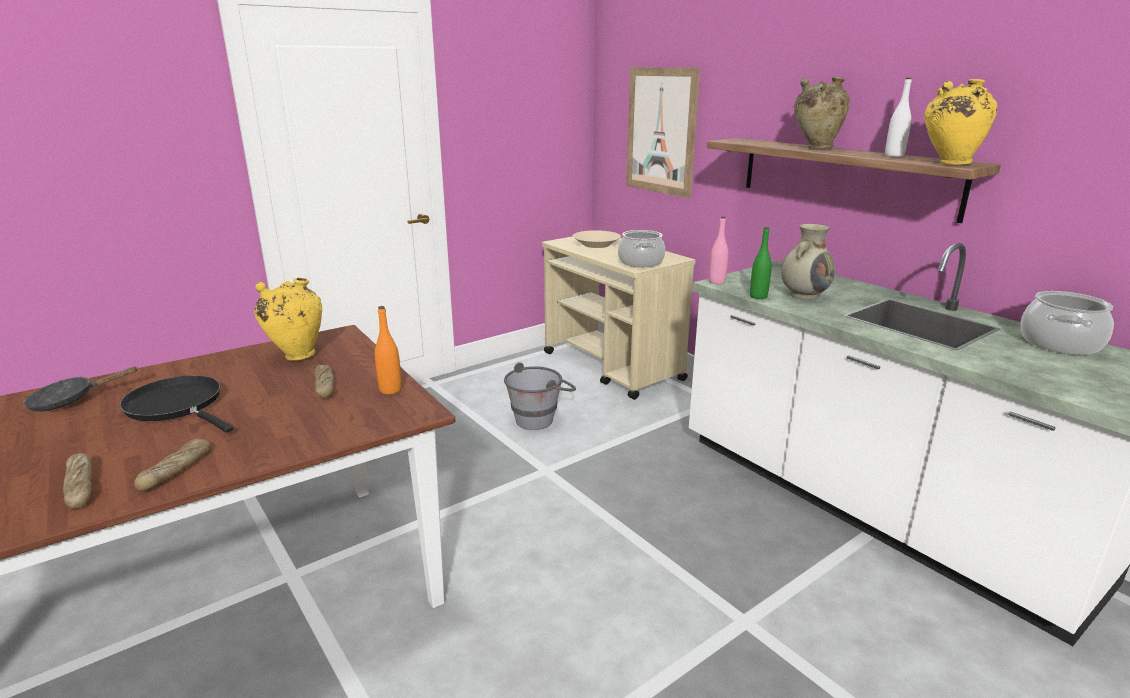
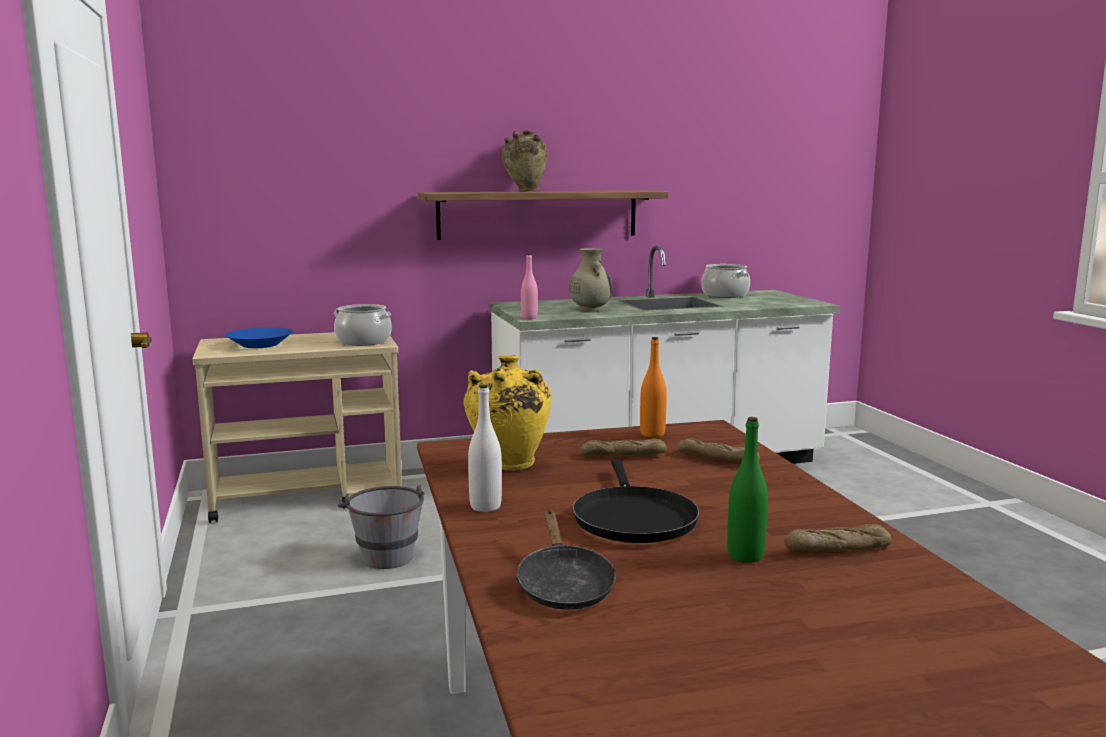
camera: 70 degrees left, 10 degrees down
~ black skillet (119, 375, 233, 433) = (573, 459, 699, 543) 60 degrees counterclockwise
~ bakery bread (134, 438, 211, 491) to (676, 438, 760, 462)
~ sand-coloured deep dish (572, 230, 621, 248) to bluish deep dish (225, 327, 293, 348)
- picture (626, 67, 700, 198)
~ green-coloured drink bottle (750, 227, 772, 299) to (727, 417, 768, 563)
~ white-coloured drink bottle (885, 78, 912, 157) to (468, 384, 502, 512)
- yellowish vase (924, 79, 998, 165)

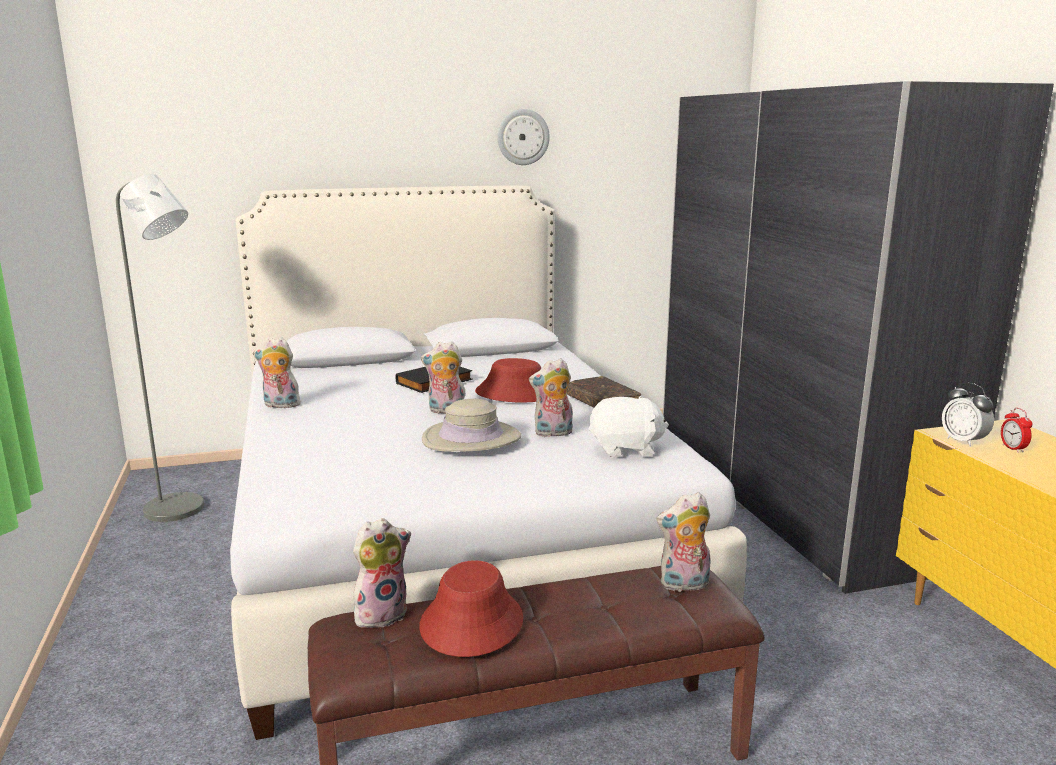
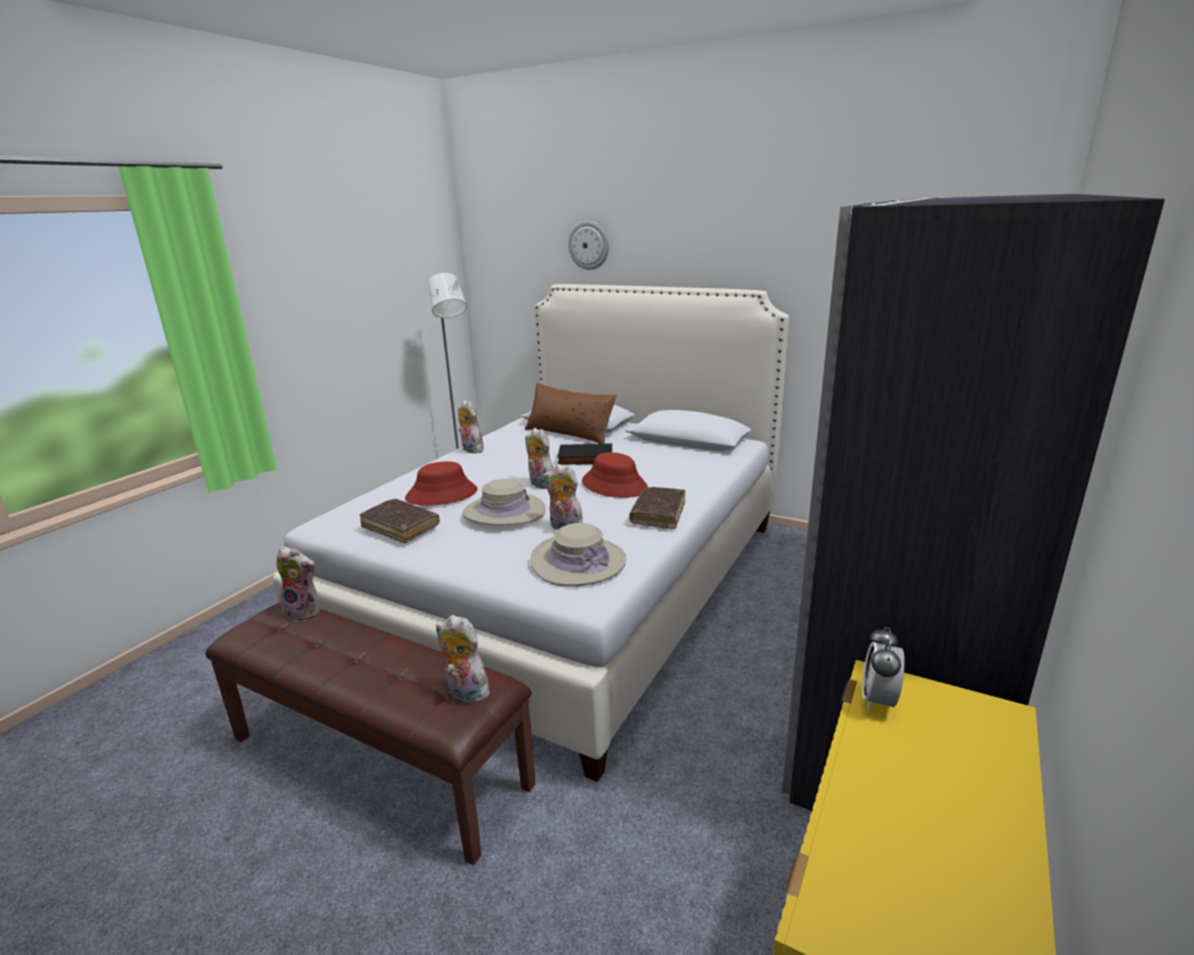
camera: 45 degrees right, 5 degrees up
~ red-coloured wearable hat (419, 560, 523, 657) to (405, 461, 478, 506)
~ hanging clock (498, 109, 550, 165) to (568, 221, 609, 270)
~ white-coloured soft toy (589, 396, 669, 458) to sand-coloured wearable hat (530, 523, 626, 587)
- table clock (1001, 408, 1033, 453)
+ brown-coloured volume (360, 499, 440, 543)
+ brown-coloured pillow (525, 383, 617, 444)

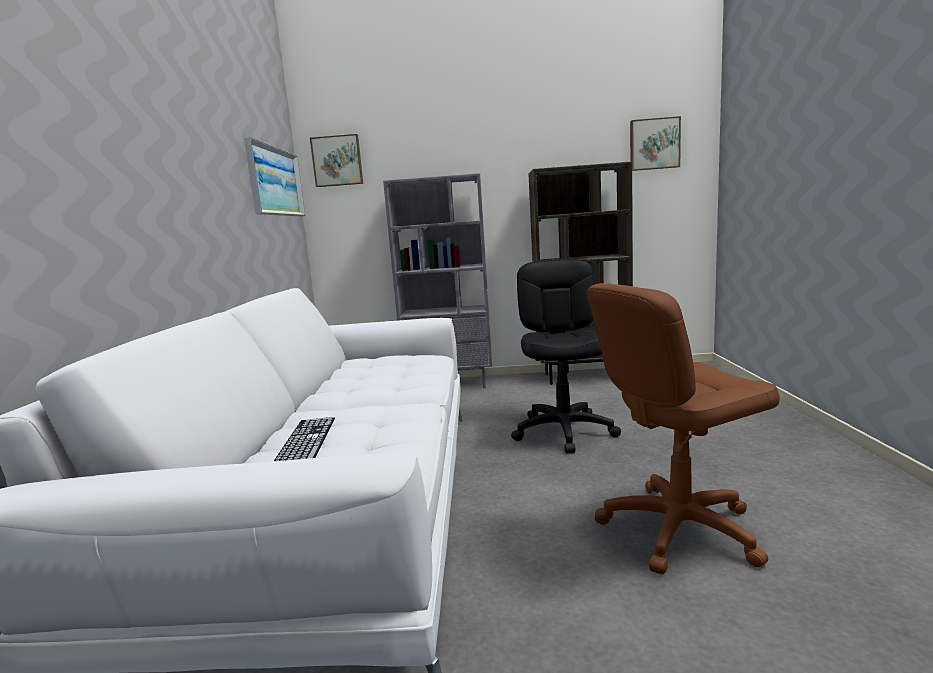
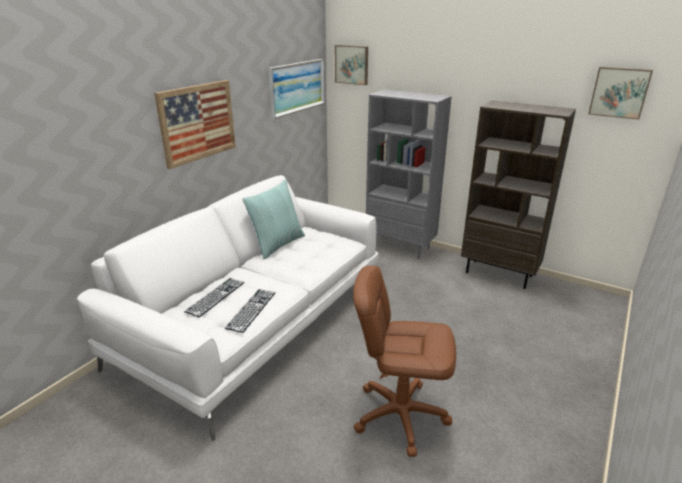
camera: 30 degrees right, 15 degrees up
- black office chair (511, 259, 621, 453)
+ picture (154, 80, 236, 169)
+ computer keyboard (225, 289, 276, 333)
+ pillow (242, 180, 305, 259)

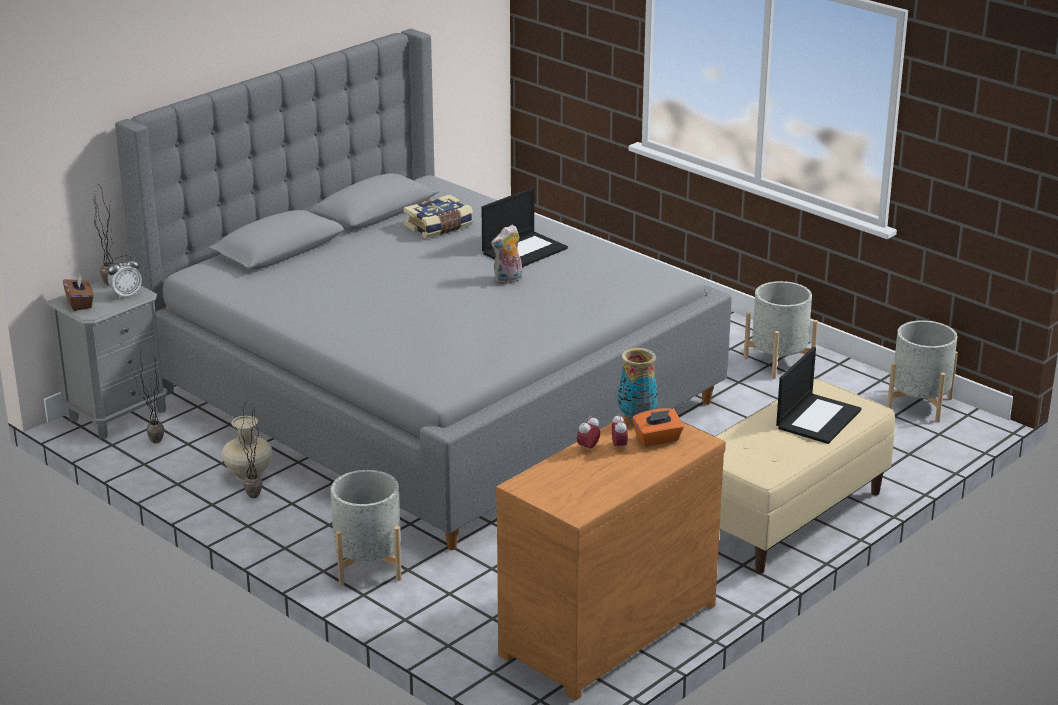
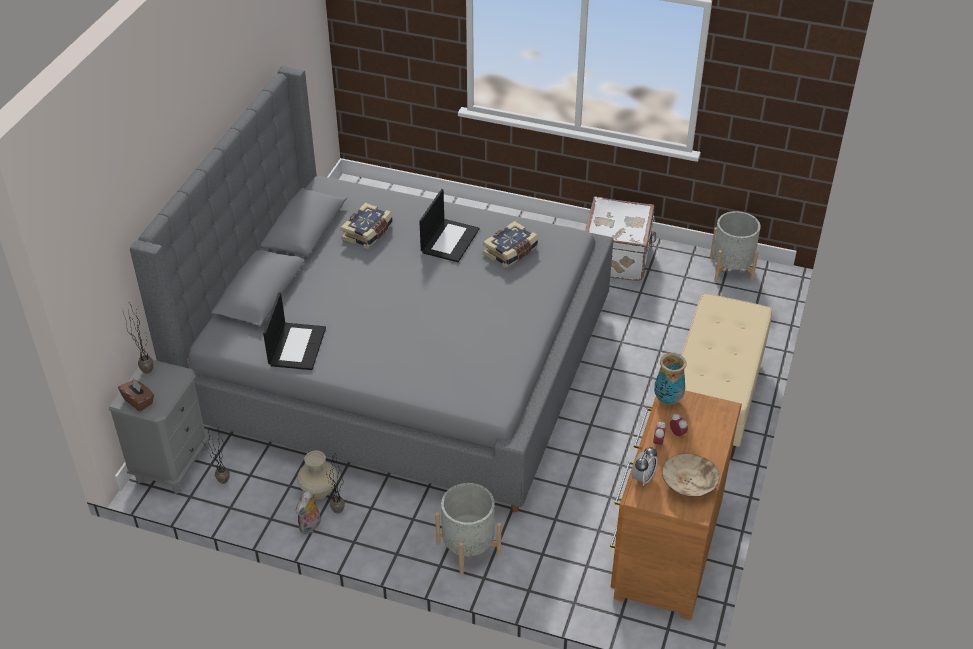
camera: 25 degrees left, 15 degrees up
~ table clock (107, 255, 142, 299) to (632, 447, 658, 486)
~ soft toy (491, 225, 522, 284) to (296, 490, 321, 534)
- orange tissue box (632, 408, 684, 447)
~ gray plant pot (744, 281, 818, 379) to white-coloured piece of luggage (585, 197, 656, 281)
~ laptop (776, 347, 862, 444) to (263, 292, 326, 370)
+ volume (483, 221, 539, 268)
+ sand-coloured deep dish (662, 454, 720, 497)

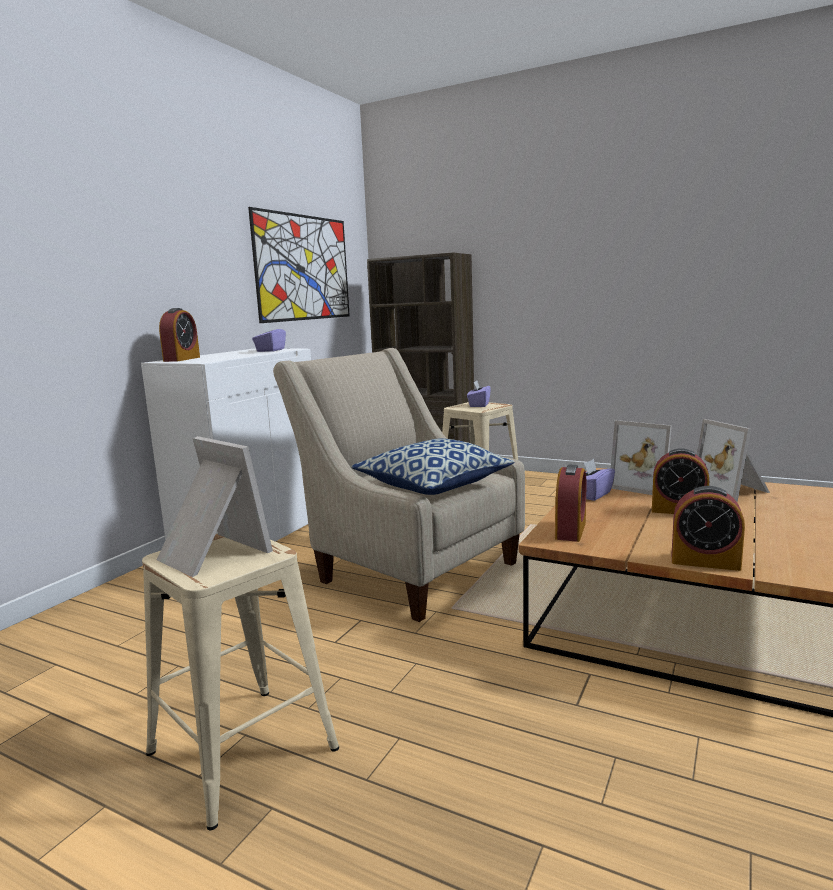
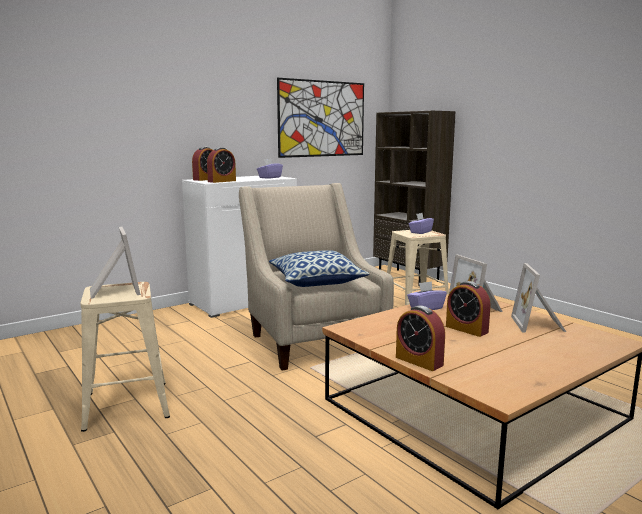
camera: 25 degrees right, 0 degrees up
~ table clock (555, 464, 586, 542) to (207, 147, 236, 183)

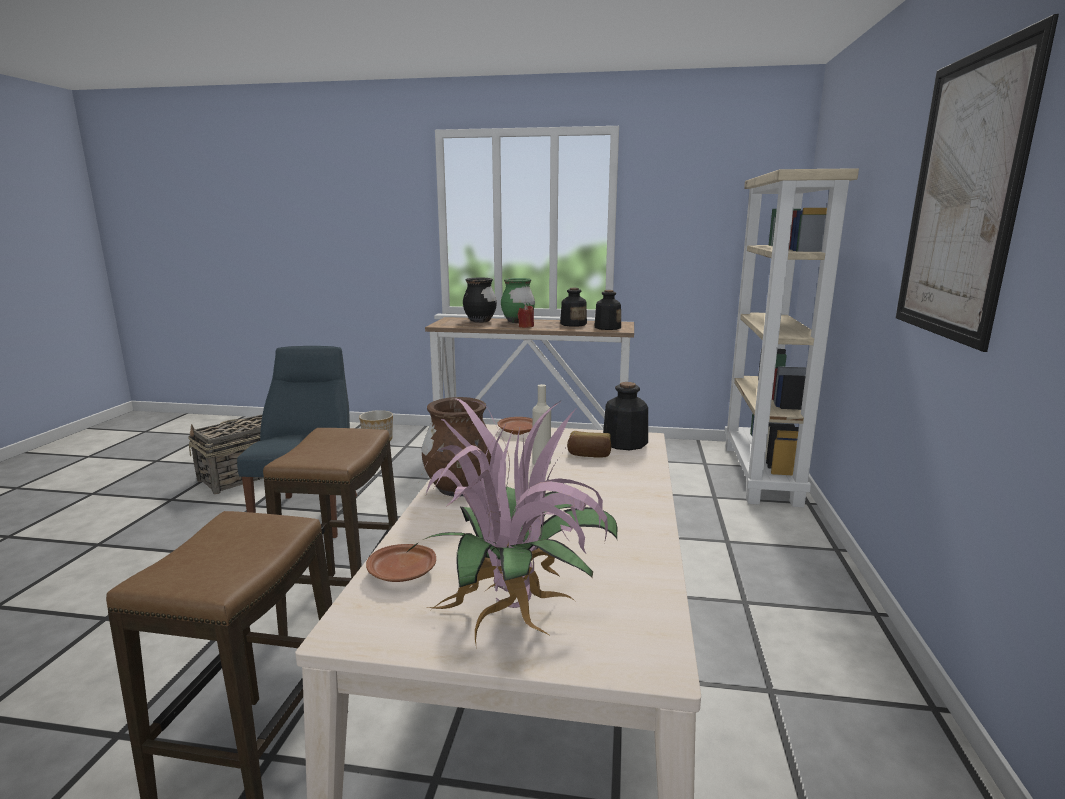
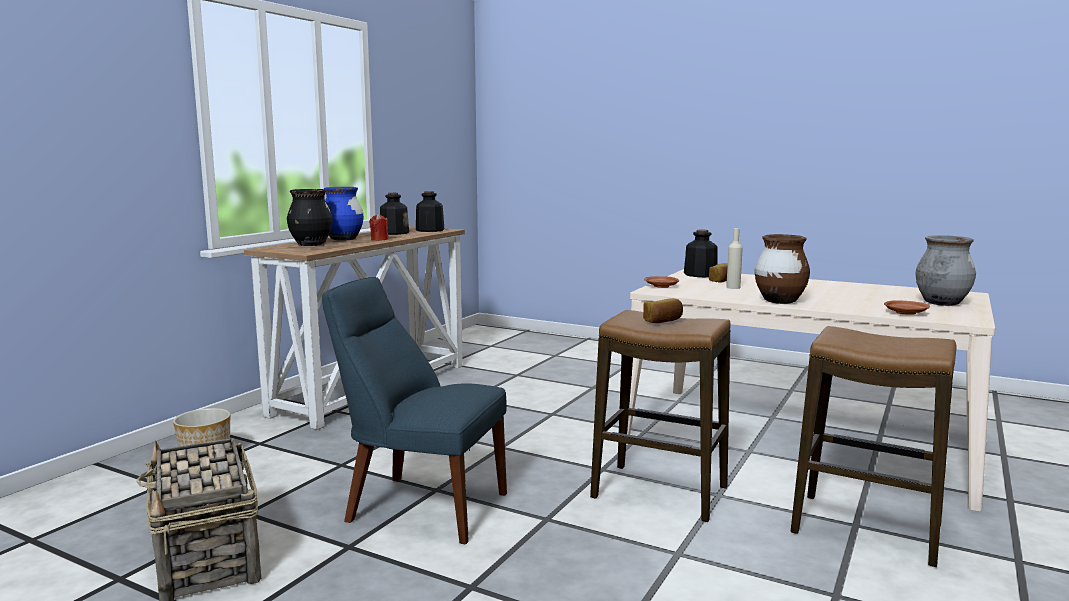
camera: 70 degrees left, 5 degrees down
~ potted plant (405, 399, 617, 644) to gray vase (915, 235, 976, 306)
~ green-coloured vase (501, 278, 535, 323) to bluish vase (324, 187, 364, 241)
- sand-coloured shelving unit (724, 168, 859, 507)
- picture (896, 14, 1059, 352)
+ bakery bread (643, 298, 683, 323)

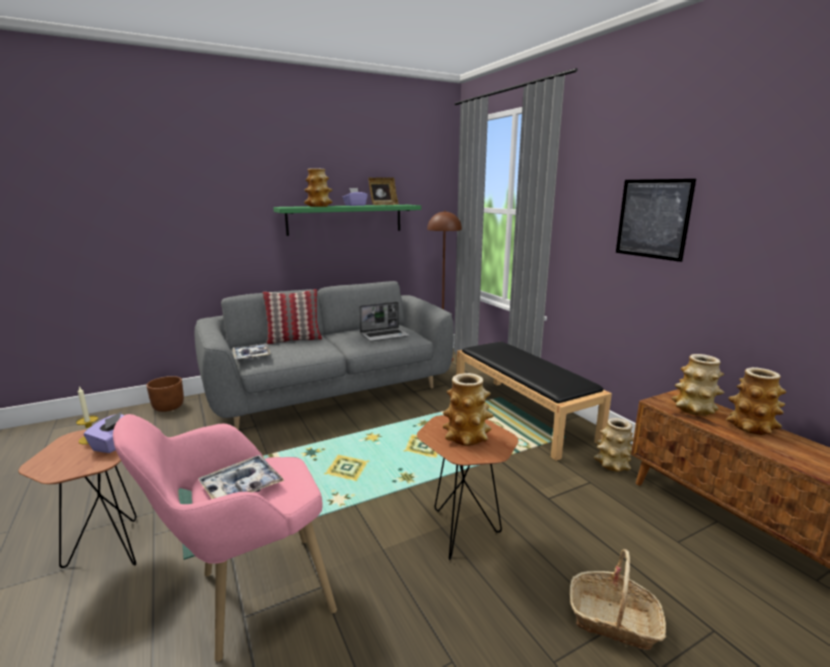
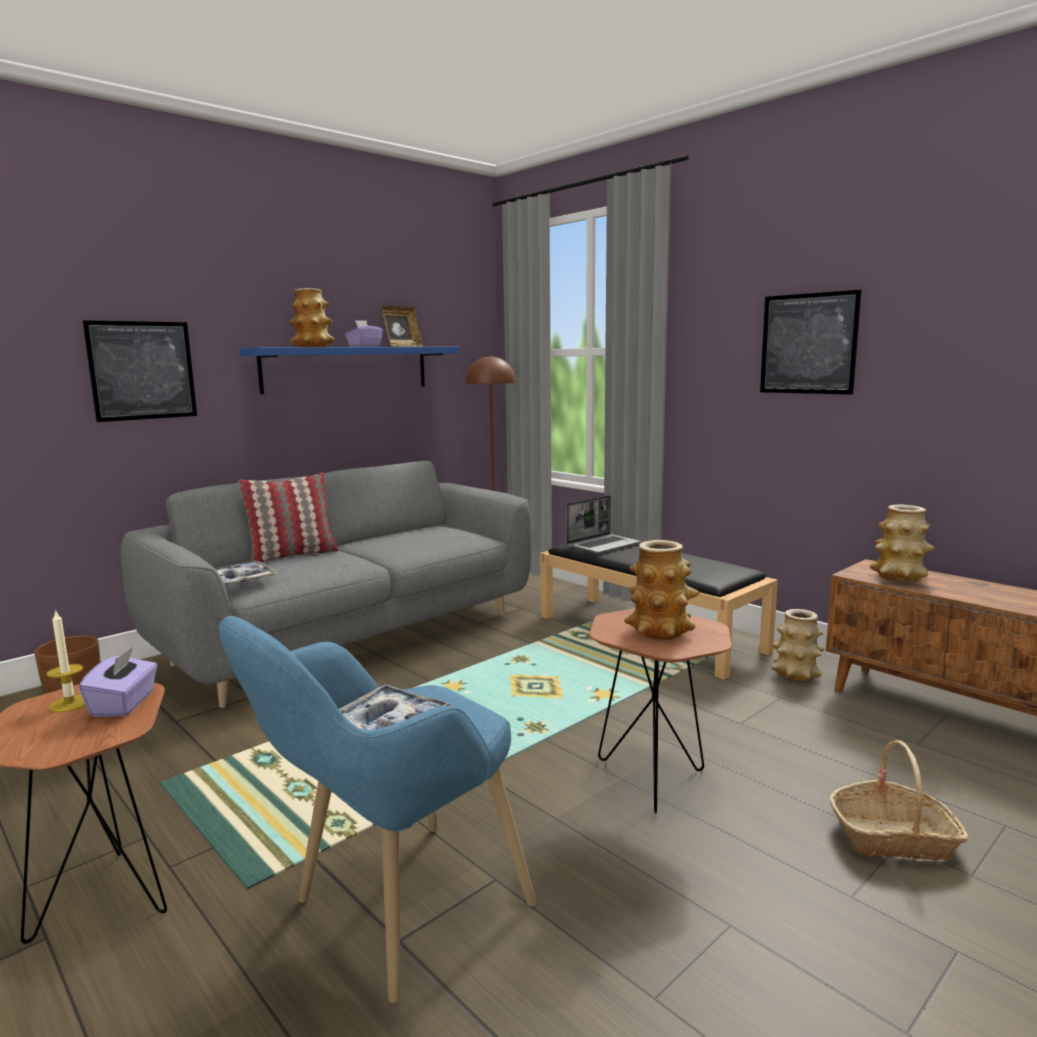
camera: 15 degrees left, 5 degrees down
~ pinkish lounge chair (113, 414, 337, 662) to bluish lounge chair (219, 616, 537, 1003)
~ green-coloured bracket shelf (273, 205, 421, 236) to bluish bracket shelf (239, 347, 460, 394)
~ laptop (359, 302, 410, 342) to (566, 495, 641, 554)
- vase (726, 367, 786, 435)
+ picture (83, 320, 197, 422)

